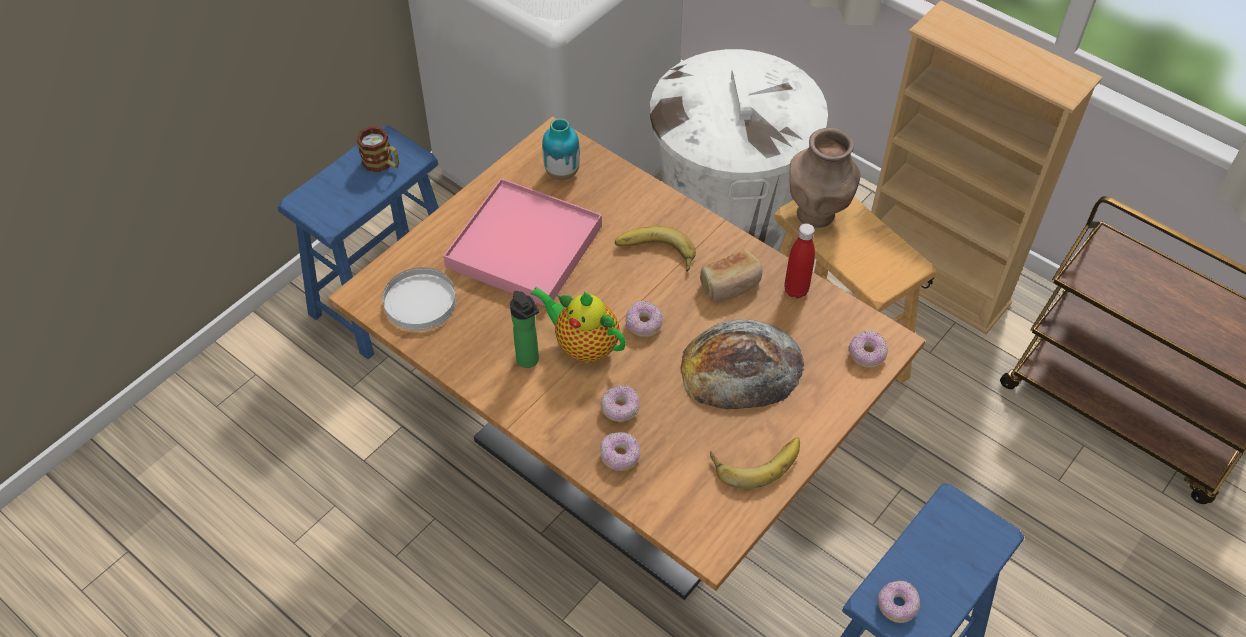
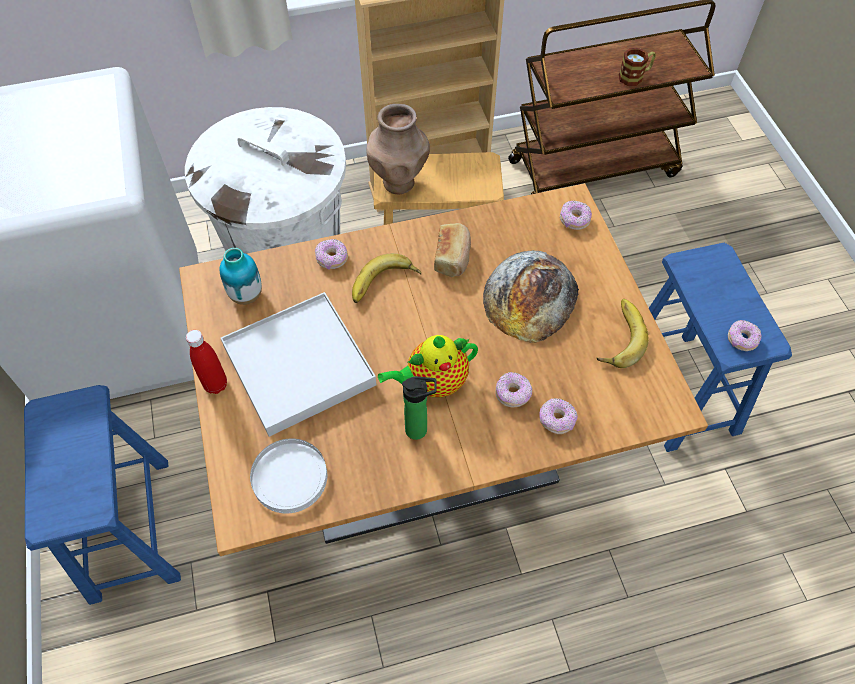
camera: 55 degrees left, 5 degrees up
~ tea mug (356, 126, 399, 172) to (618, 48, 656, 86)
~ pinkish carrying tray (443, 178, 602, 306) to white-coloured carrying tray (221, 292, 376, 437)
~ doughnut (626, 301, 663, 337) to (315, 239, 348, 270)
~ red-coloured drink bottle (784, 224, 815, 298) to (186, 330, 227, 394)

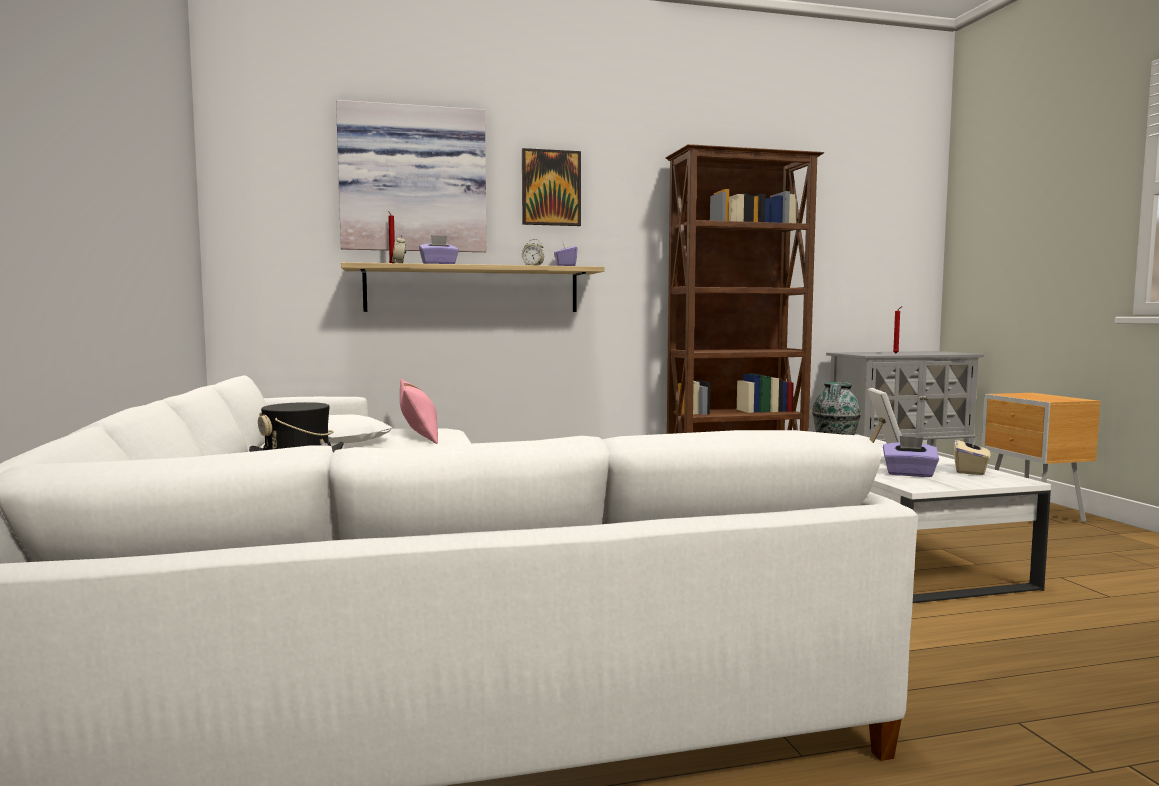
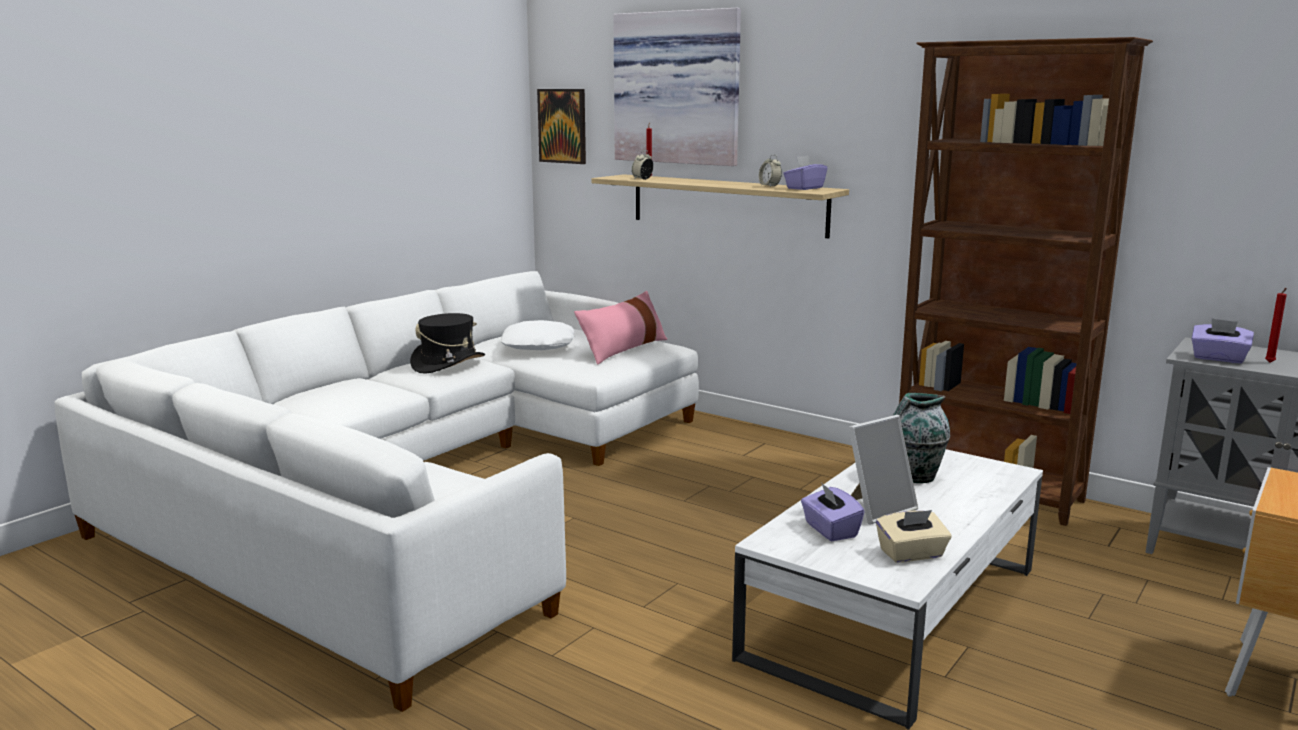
camera: 50 degrees right, 10 degrees up
~ purple tissue box (419, 235, 459, 264) to (1192, 318, 1254, 364)
~ picture (522, 148, 581, 226) to (537, 89, 586, 164)

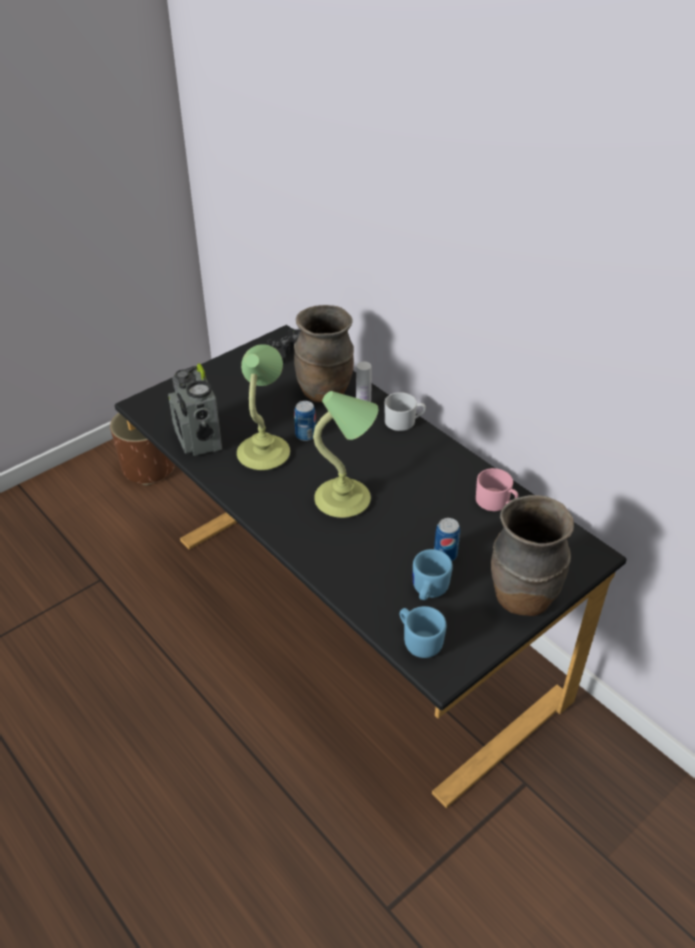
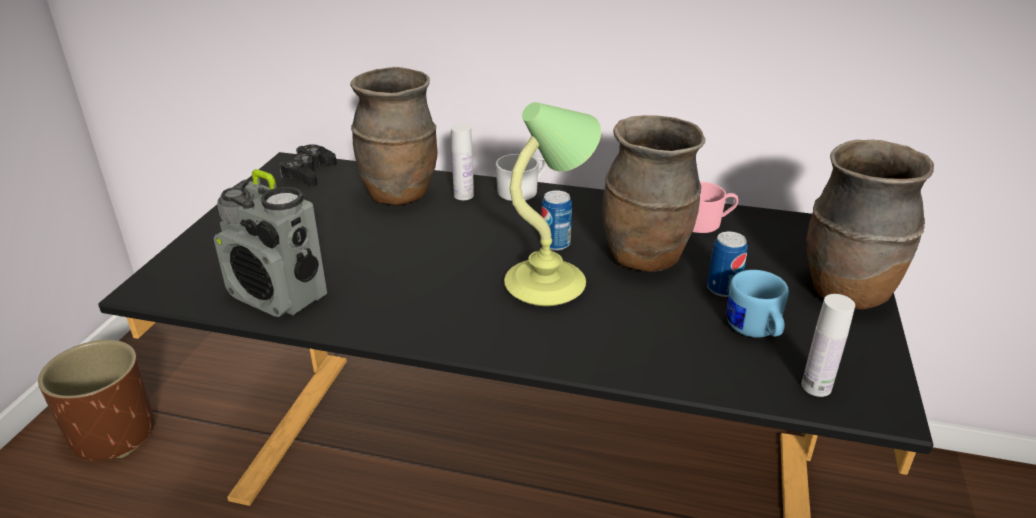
camera: 35 degrees left, 10 degrees down
- tabletop lamp (237, 344, 290, 470)
~ metal can (294, 401, 316, 441) to (541, 190, 572, 251)
~ bluish tea mug (400, 606, 446, 658) to white-coloured drink bottle (802, 294, 855, 397)
+ brown-coloured vase (603, 115, 705, 272)

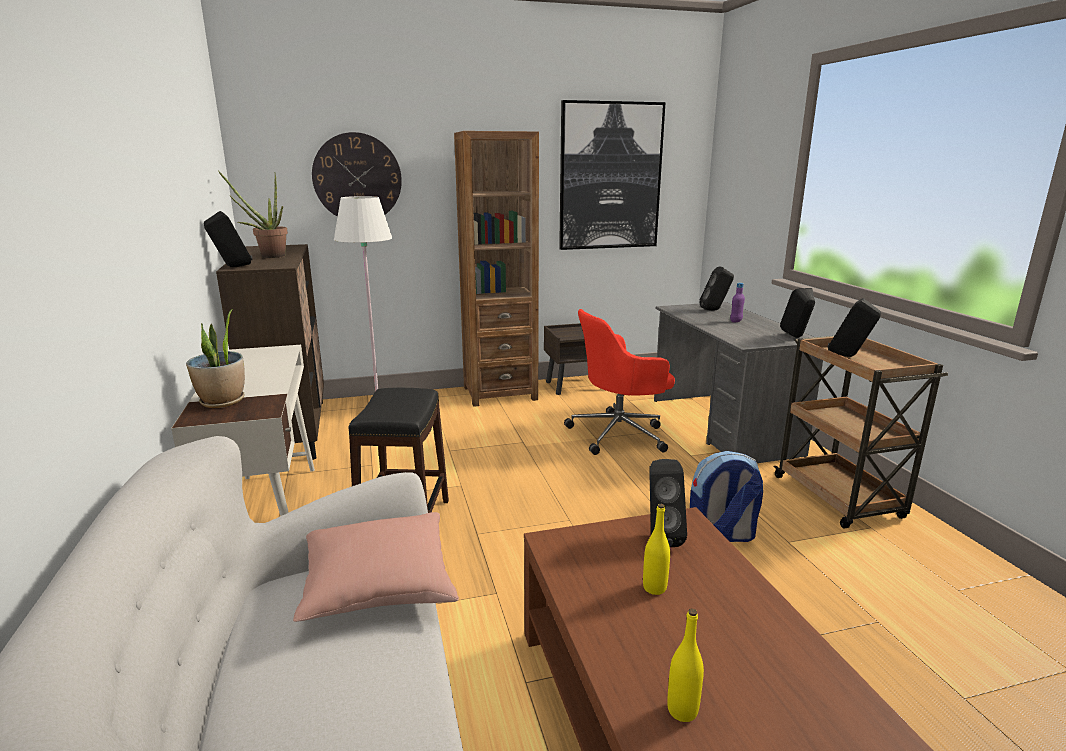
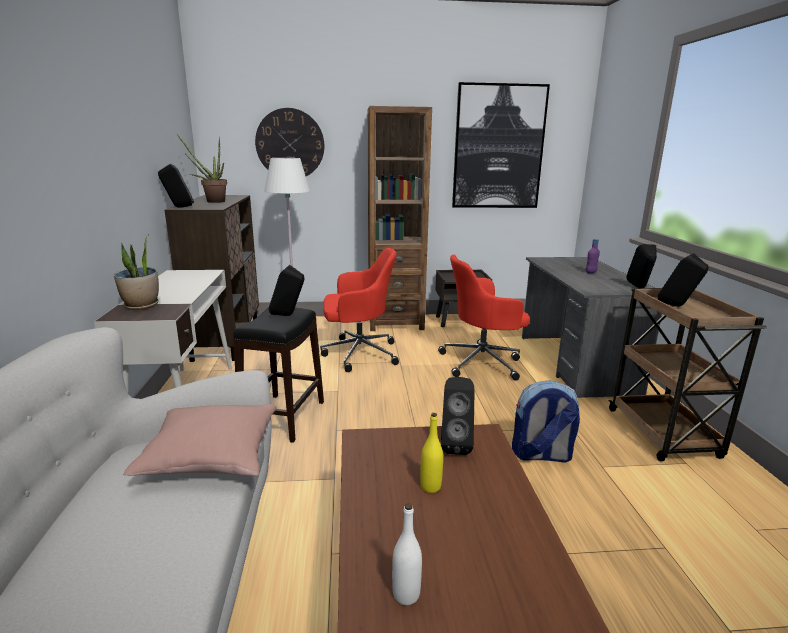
camera: 10 degrees right, 0 degrees up
~ yellowish drink bottle (667, 609, 704, 722) to white-coloured drink bottle (392, 503, 422, 605)
~ black loudspeaker (699, 266, 734, 311) to (269, 265, 304, 316)
+ red-coloured office chair (320, 248, 399, 372)

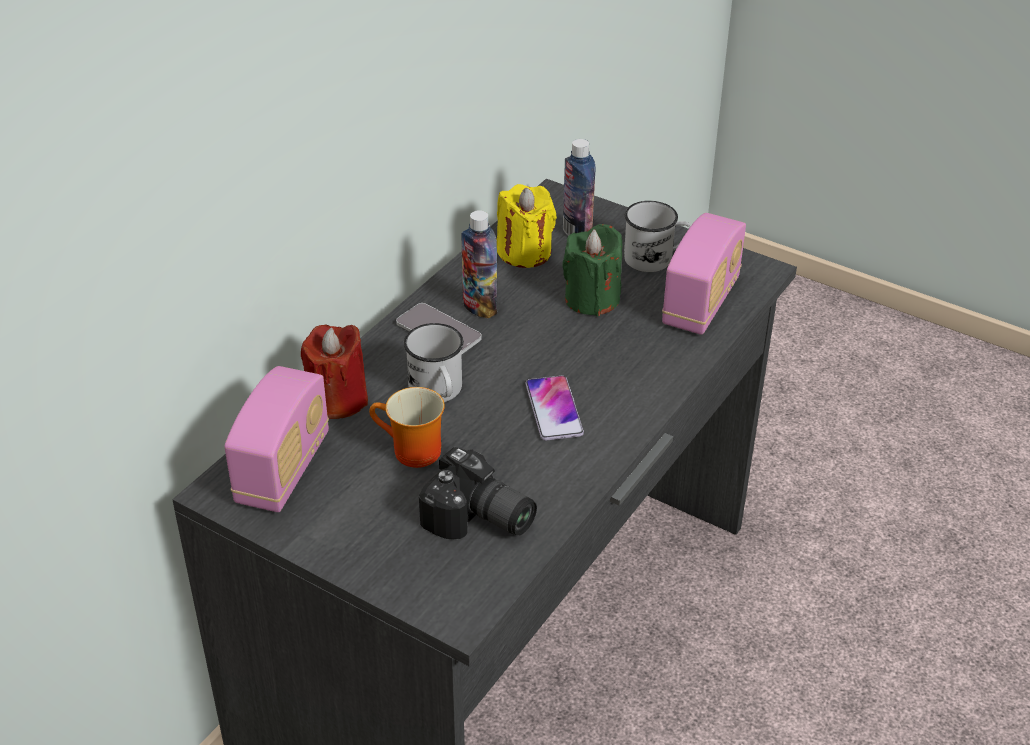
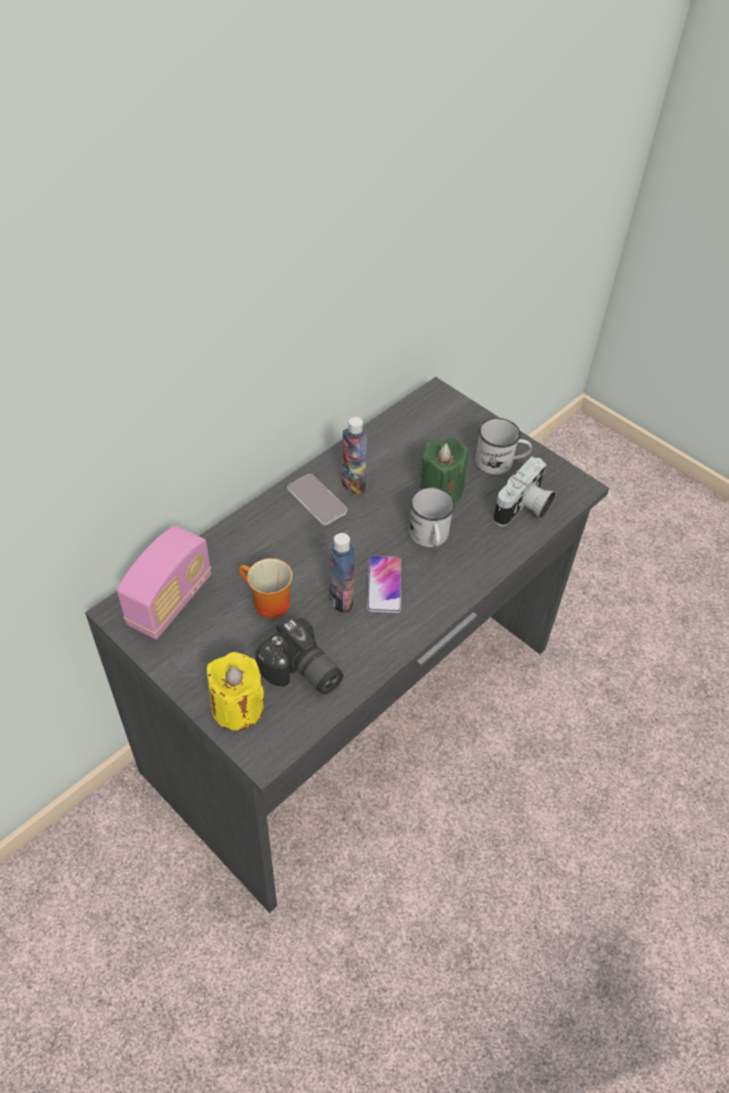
camera: 10 degrees right, 10 degrees up
- red-coloured candle (301, 325, 368, 419)
~ white-coloured tea mug (404, 323, 464, 402) to (409, 487, 455, 547)
~ yellowish candle (497, 184, 557, 268) to (207, 652, 264, 730)
~ drink bottle (562, 139, 595, 236) to (329, 533, 355, 613)
~ radio receiver (662, 213, 746, 335) to photo camera (493, 456, 556, 526)

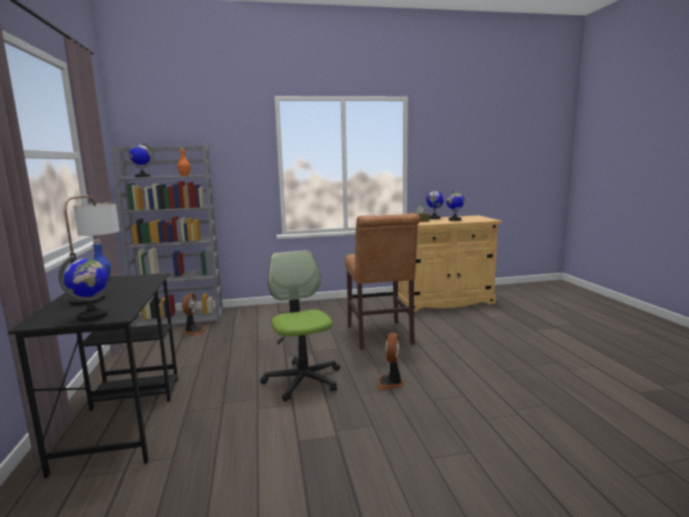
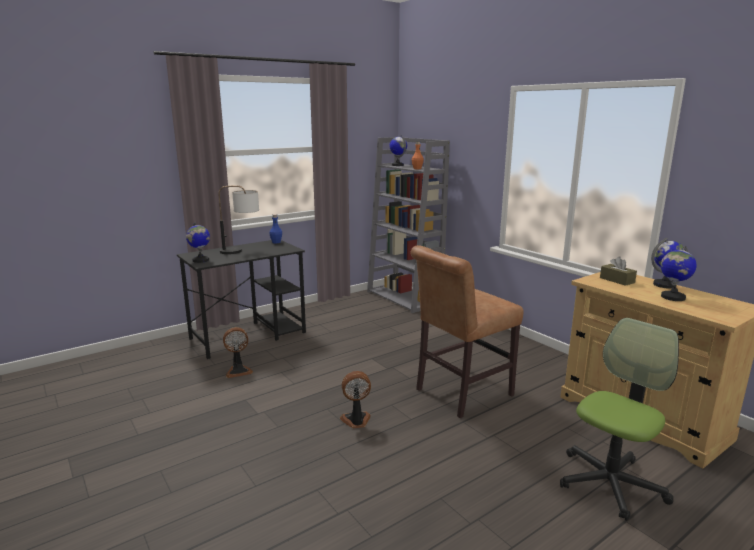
camera: 65 degrees right, 5 degrees up
~ electric fan (182, 293, 206, 336) to (223, 327, 253, 378)
~ office chair (260, 250, 340, 402) to (560, 318, 679, 521)

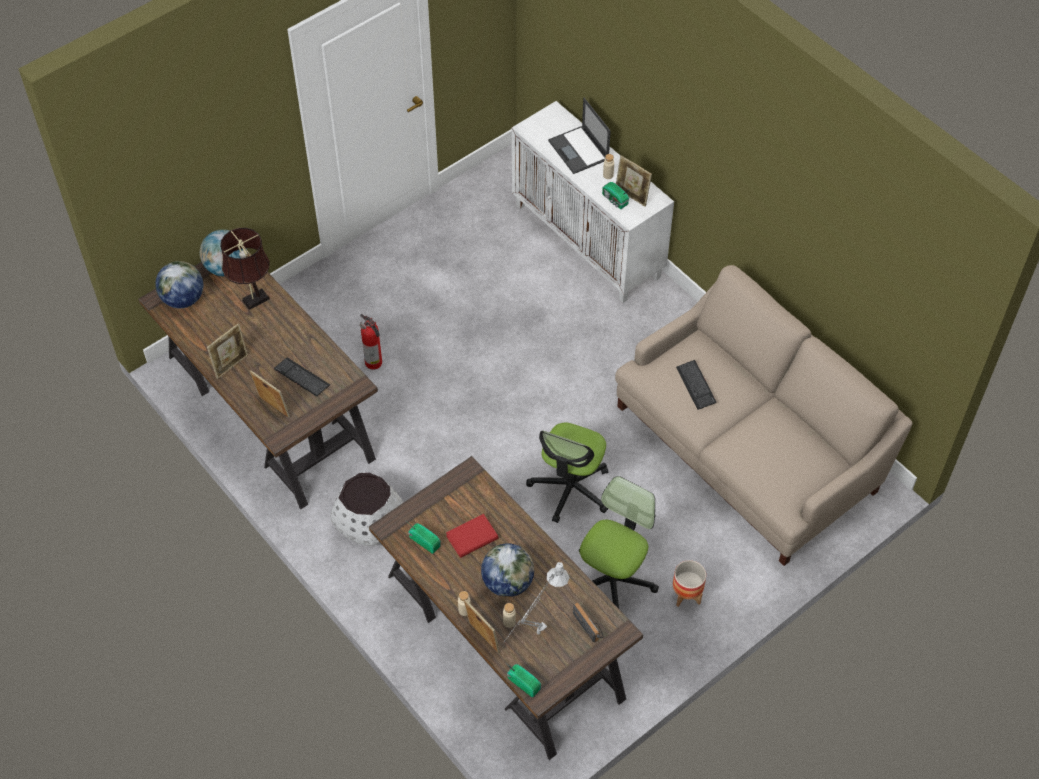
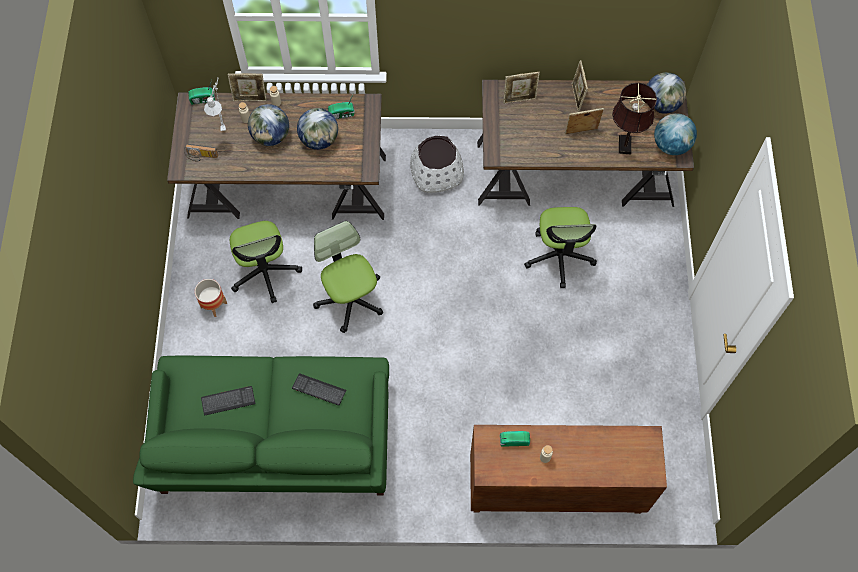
camera: 130 degrees right, 10 degrees up
~ computer keyboard (274, 357, 330, 396) to (201, 386, 255, 416)
~ fire-fighting cylinder (359, 314, 382, 370) to office chair (524, 207, 597, 288)
~ red-coloured volume (446, 514, 499, 558) to globe (297, 108, 338, 150)
~ white-coloured cabinet (512, 101, 674, 303) to brown-coloured cabinet (470, 425, 667, 514)
- laptop (548, 98, 611, 174)
~ sand-coloured settee (615, 265, 913, 566) to green-coloured settee (133, 356, 389, 496)
~ picture frame (616, 155, 652, 207) to (565, 108, 604, 134)

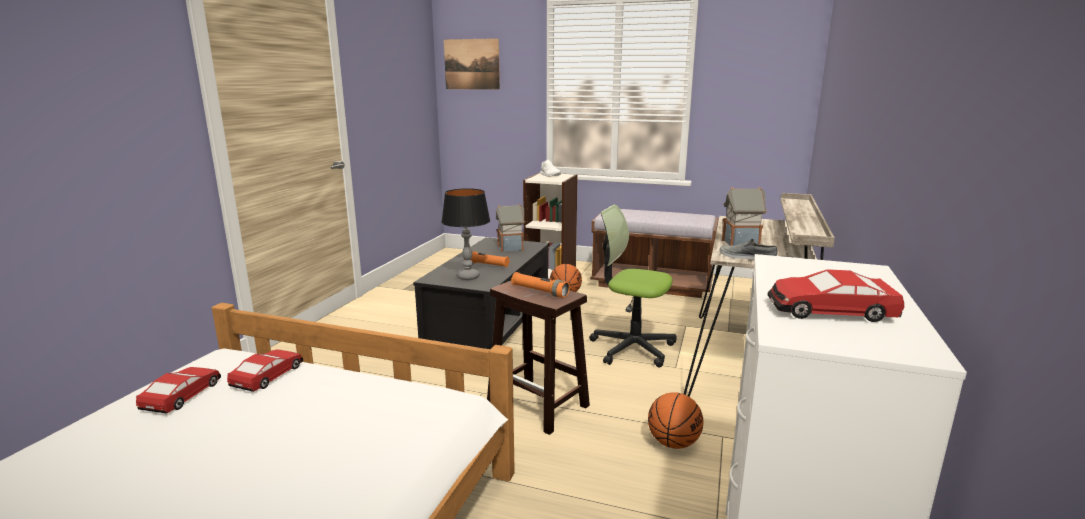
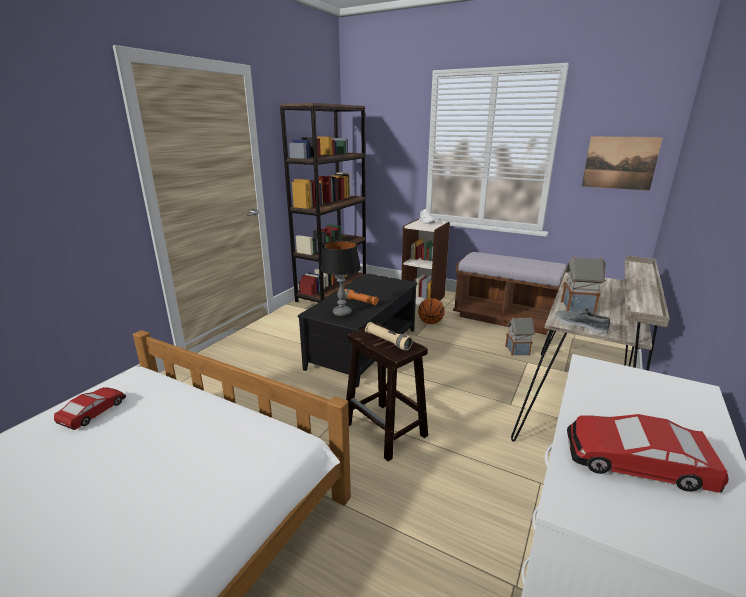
camera: 10 degrees right, 5 degrees up
- miniature car (227, 350, 303, 392)
~ picture (444, 38, 500, 90) to (582, 136, 663, 191)
~ miniature house (496, 204, 525, 252) to (505, 317, 536, 356)
~ orange torch (511, 272, 570, 298) to sand-coloured torch (365, 322, 413, 351)
- office chair (589, 204, 677, 368)
- basketball ball (648, 392, 703, 449)
+ brown-coloured shelving unit (279, 103, 366, 302)

